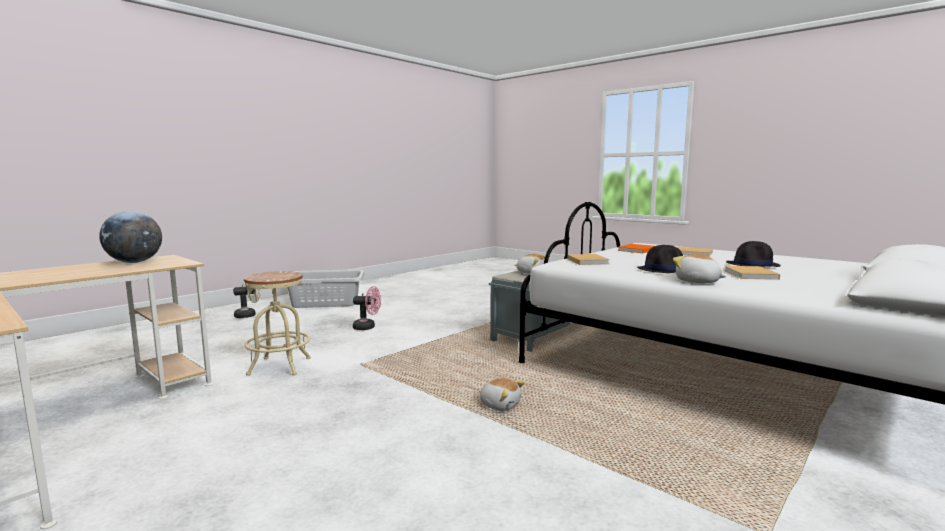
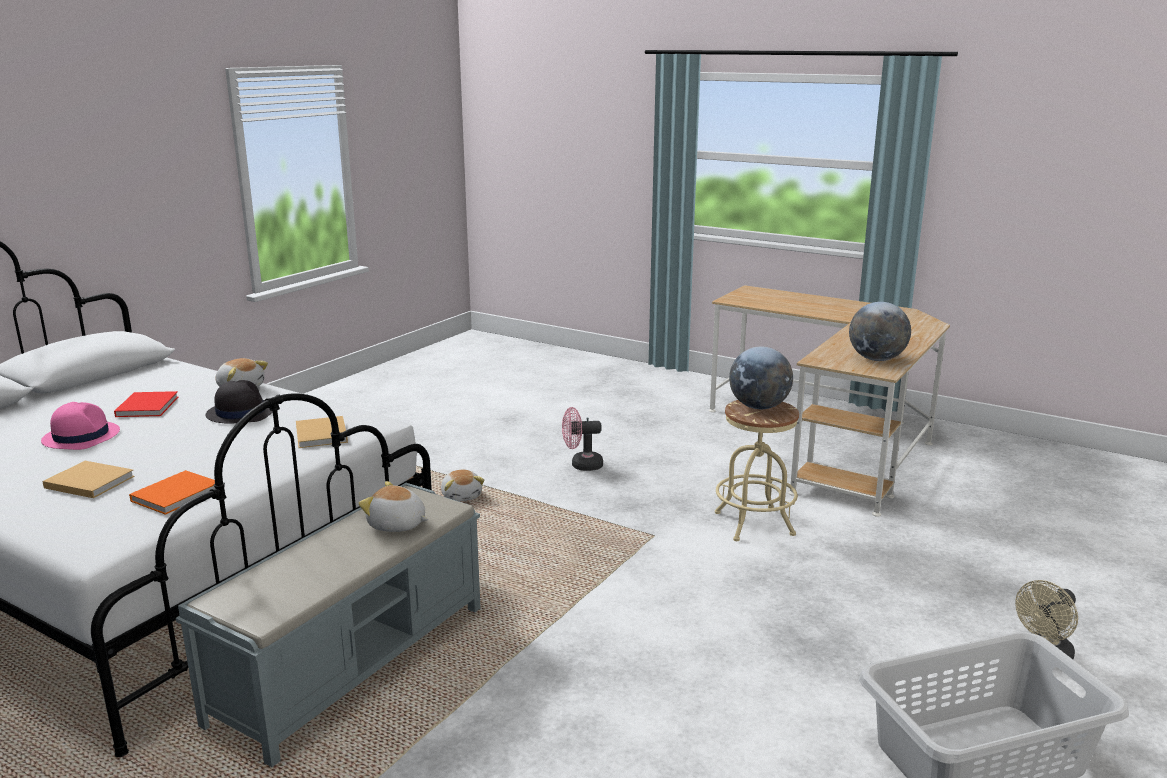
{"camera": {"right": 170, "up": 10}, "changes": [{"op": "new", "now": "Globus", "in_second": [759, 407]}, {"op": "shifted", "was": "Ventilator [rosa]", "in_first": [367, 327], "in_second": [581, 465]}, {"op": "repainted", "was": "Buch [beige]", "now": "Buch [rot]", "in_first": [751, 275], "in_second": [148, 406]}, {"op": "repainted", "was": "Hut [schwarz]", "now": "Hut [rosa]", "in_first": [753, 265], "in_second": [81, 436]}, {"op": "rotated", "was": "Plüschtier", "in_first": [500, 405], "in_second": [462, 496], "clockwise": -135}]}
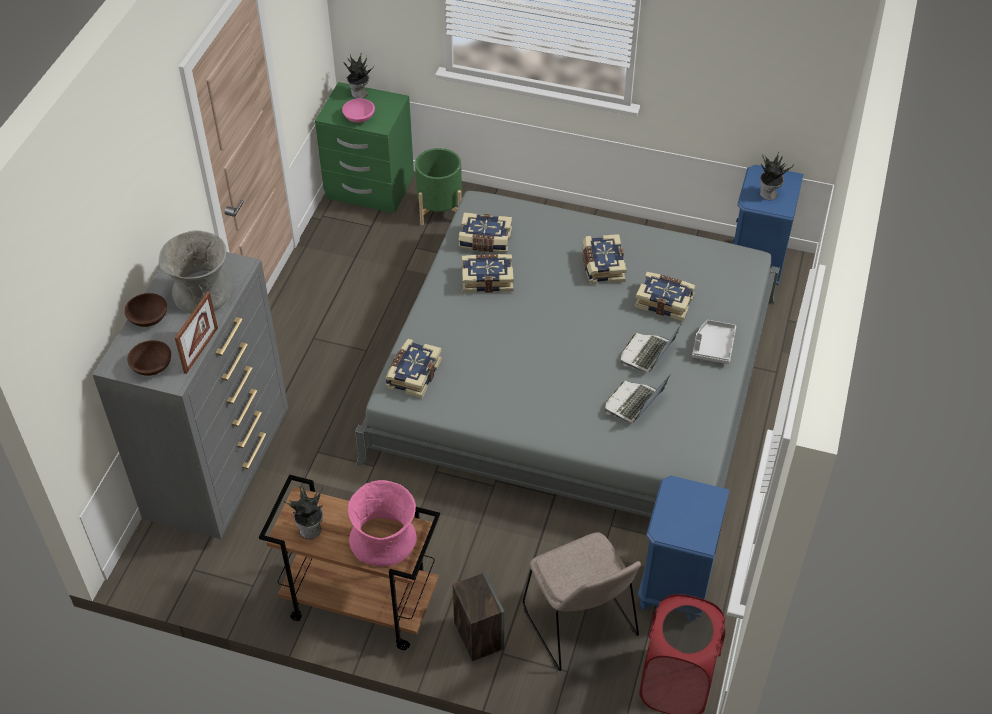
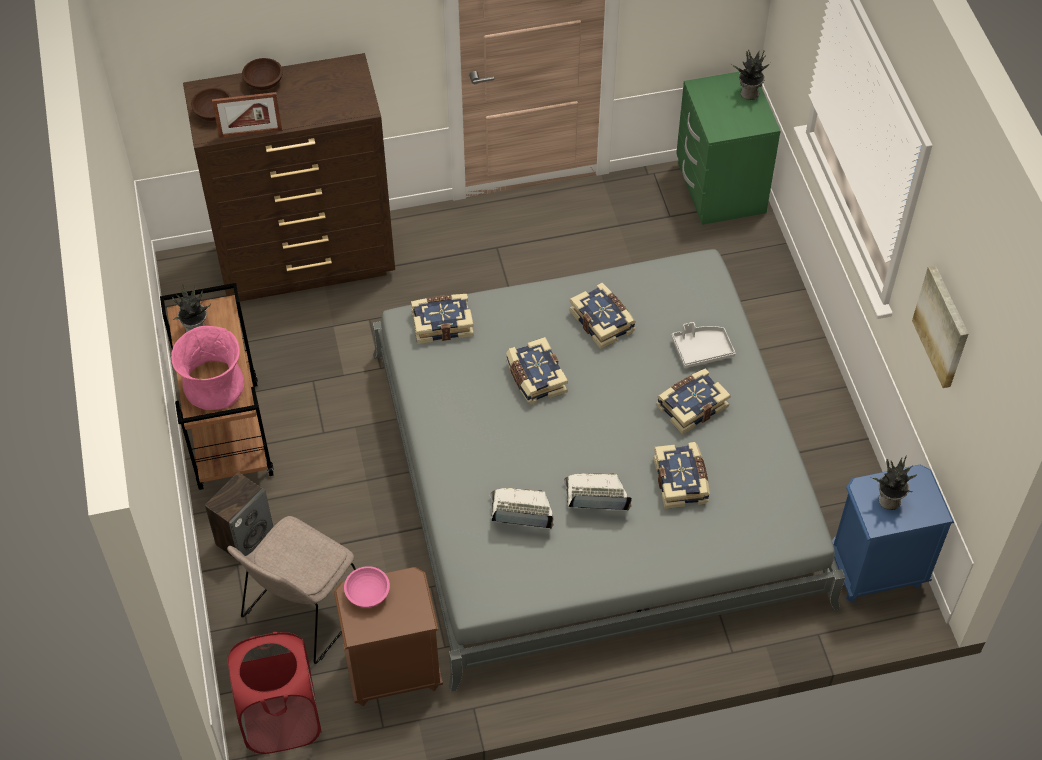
{"camera": {"right": 60, "up": 5}, "changes": [{"op": "gone", "was": "Vase [grau]", "in_first": [201, 293]}, {"op": "gone", "was": "Pflanzkübel [grün]", "in_first": [440, 210]}, {"op": "new", "now": "Bild", "in_second": [943, 326]}, {"op": "shifted", "was": "Schüssel [rosa]", "in_first": [358, 117], "in_second": [367, 593]}, {"op": "shifted", "was": "Buch", "in_first": [485, 241], "in_second": [535, 378]}, {"op": "shifted", "was": "Tablett [grau]", "in_first": [713, 346], "in_second": [702, 350]}, {"op": "repainted", "was": "Kommode [grau]", "now": "Kommode [braun]", "in_first": [221, 468], "in_second": [308, 263]}, {"op": "repainted", "was": "Nachttisch [blau]", "now": "Nachttisch [braun]", "in_first": [675, 585], "in_second": [393, 672]}]}
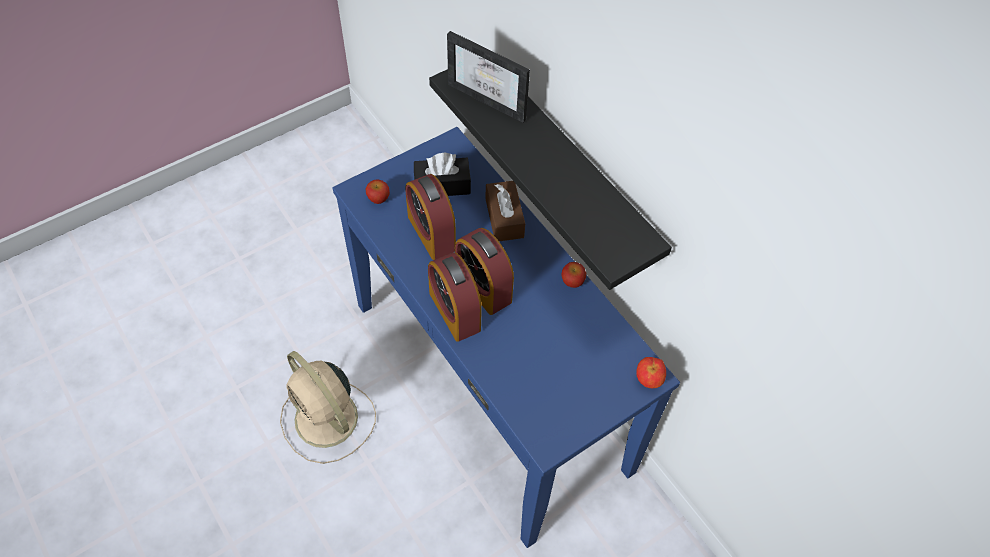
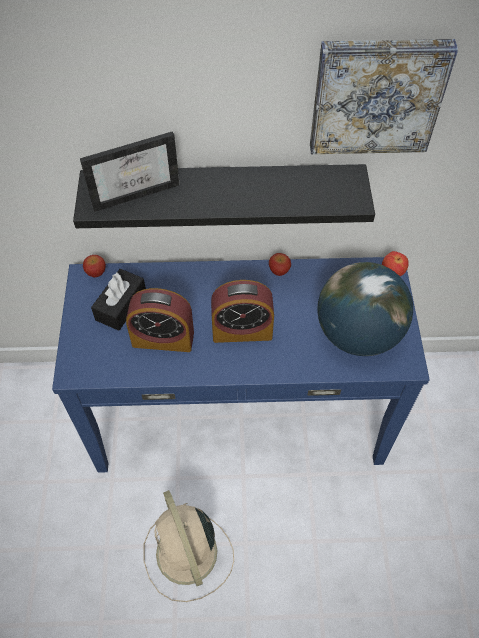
{"camera": {"right": -55, "up": 0}, "changes": [{"op": "gone", "was": "Wecker", "in_first": [454, 311]}, {"op": "gone", "was": "Taschentuchbox [braun]", "in_first": [504, 218]}, {"op": "new", "now": "Bild", "in_second": [376, 95]}, {"op": "new", "now": "Globus", "in_second": [358, 334]}, {"op": "shifted", "was": "Apfel", "in_first": [378, 199], "in_second": [96, 272]}, {"op": "rotated", "was": "Ventilator [beige]", "in_first": [328, 420], "in_second": [187, 555], "clockwise": 75}]}
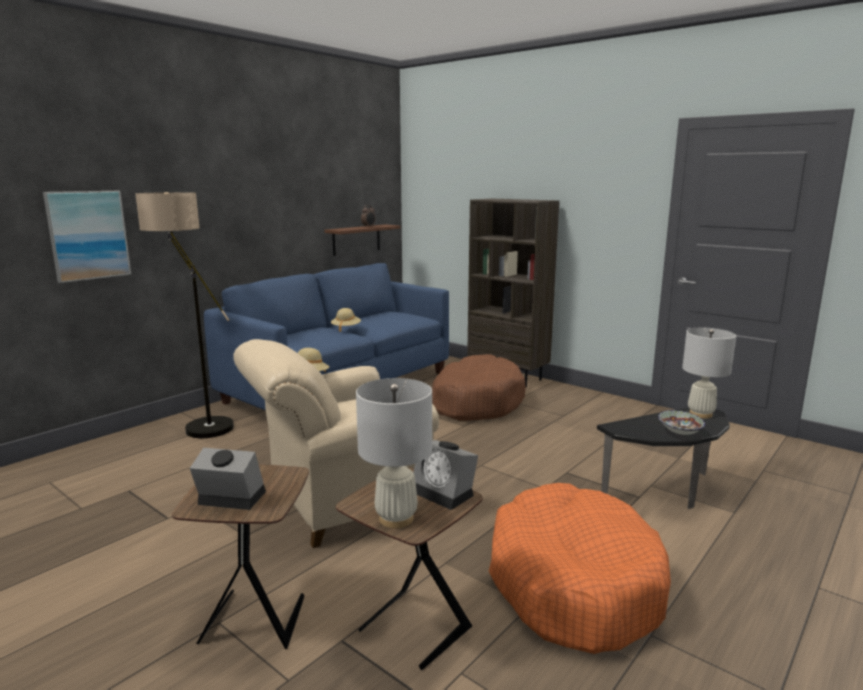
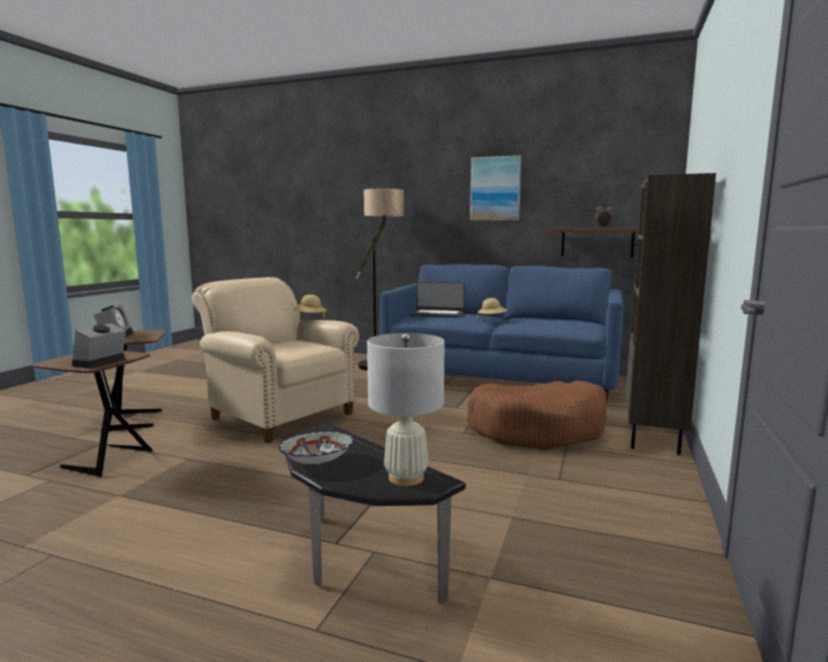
{"camera": {"right": 70, "up": -5}, "changes": [{"op": "gone", "was": "Tischlampe [weiß]", "in_first": [396, 518]}, {"op": "gone", "was": "Hundebett [orange]", "in_first": [573, 583]}, {"op": "new", "now": "Laptop", "in_second": [437, 314]}, {"op": "shifted", "was": "Bild", "in_first": [88, 235], "in_second": [495, 188]}]}
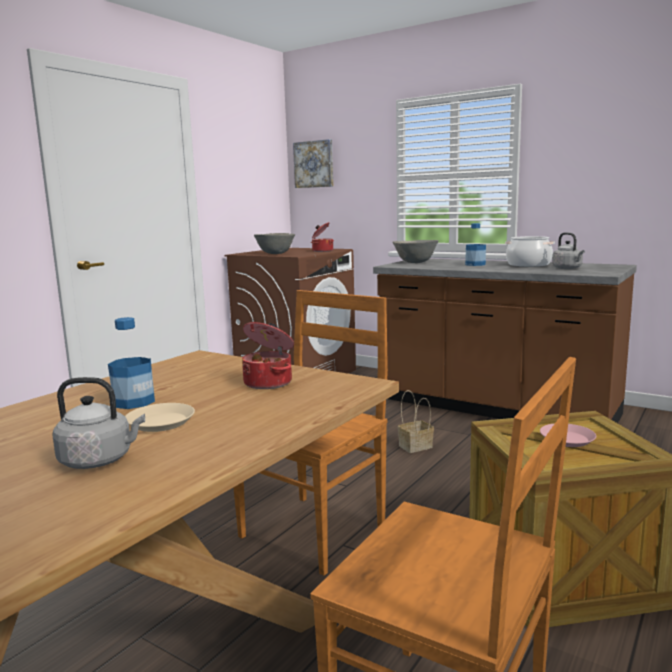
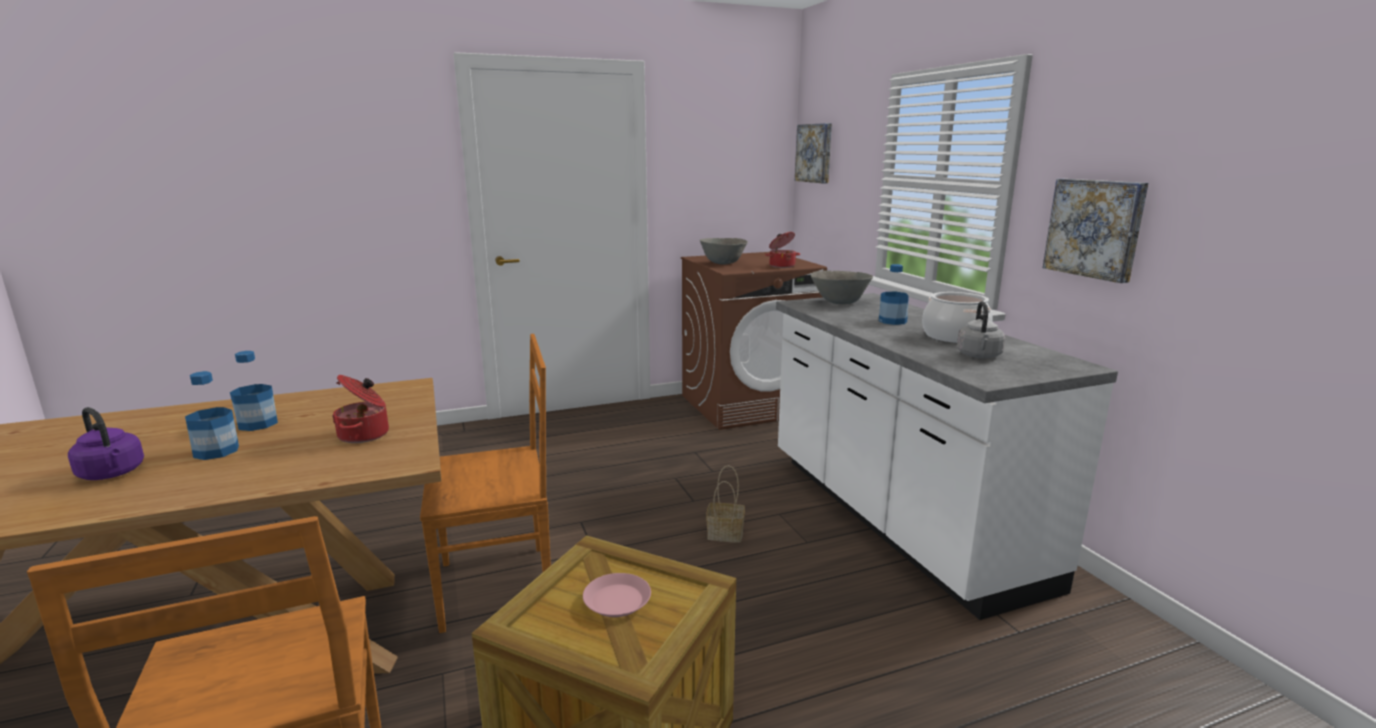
{"camera": {"right": 35, "up": 5}, "changes": [{"op": "new", "now": "Bild", "in_second": [1095, 228]}, {"op": "swapped", "was": "Teller [beige]", "now": "Flasche", "in_first": [160, 422], "in_second": [216, 451]}, {"op": "repainted", "was": "Wasserkessel [grau]", "now": "Wasserkessel [lila]", "in_first": [100, 460], "in_second": [113, 474]}, {"op": "repainted", "was": "Küchenzeile [braun]", "now": "Küchenzeile [weiß]", "in_first": [495, 408], "in_second": [896, 519]}]}
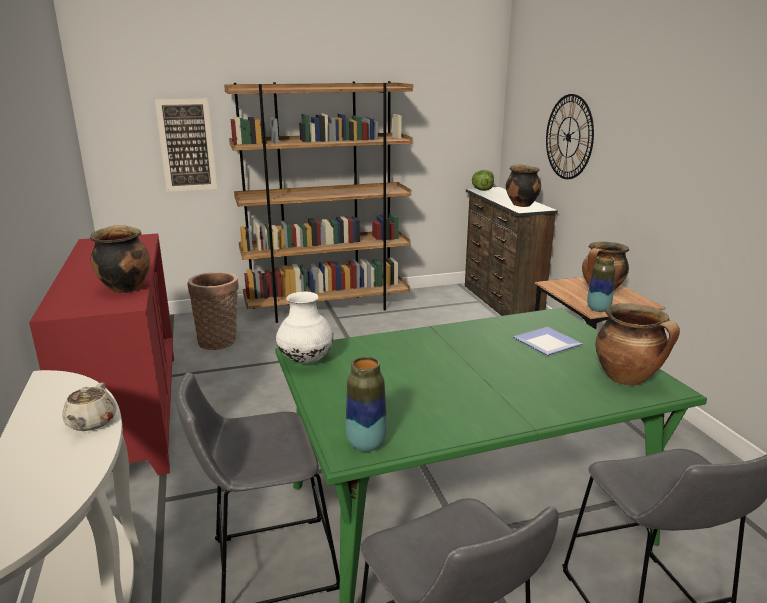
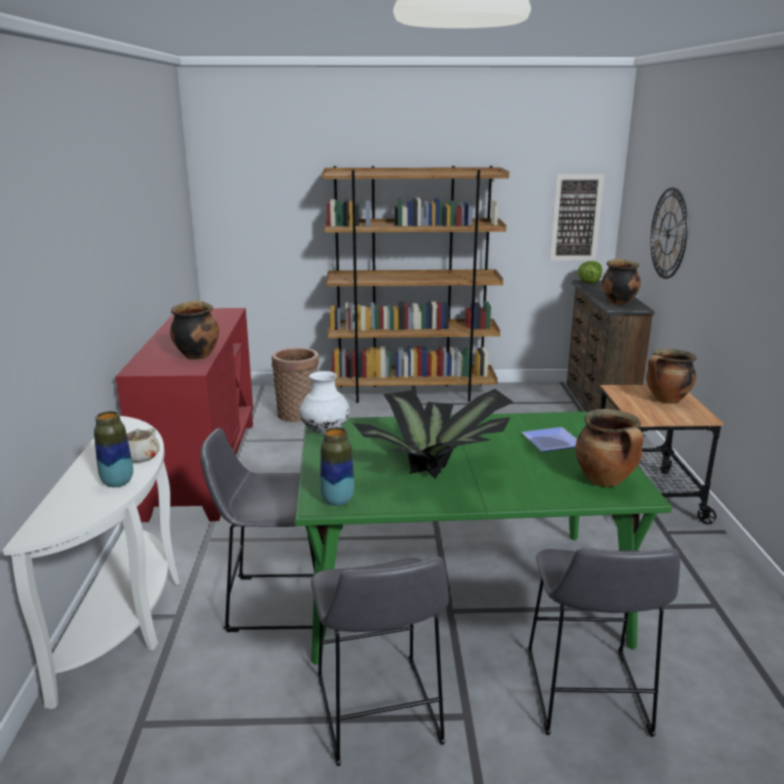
{"camera": {"right": 15, "up": 0}, "changes": [{"op": "new", "now": "Topfpflanze", "in_second": [437, 472]}, {"op": "shifted", "was": "Bild", "in_first": [187, 145], "in_second": [576, 218]}, {"op": "shifted", "was": "Vase", "in_first": [598, 309], "in_second": [117, 482]}]}
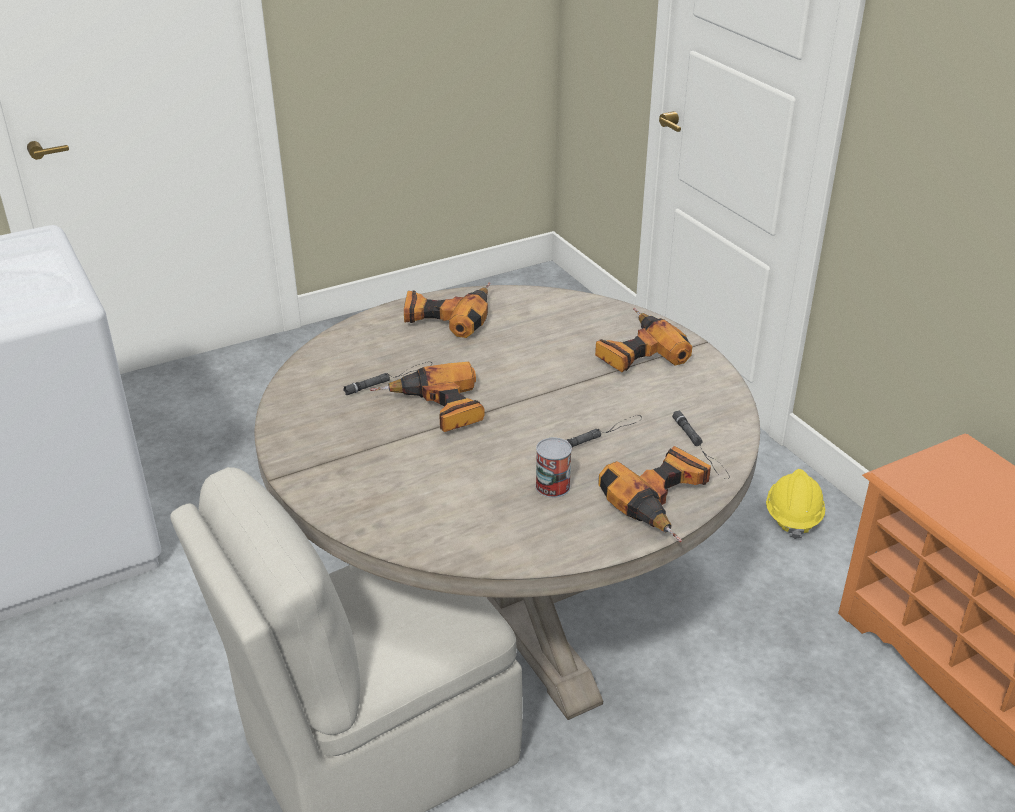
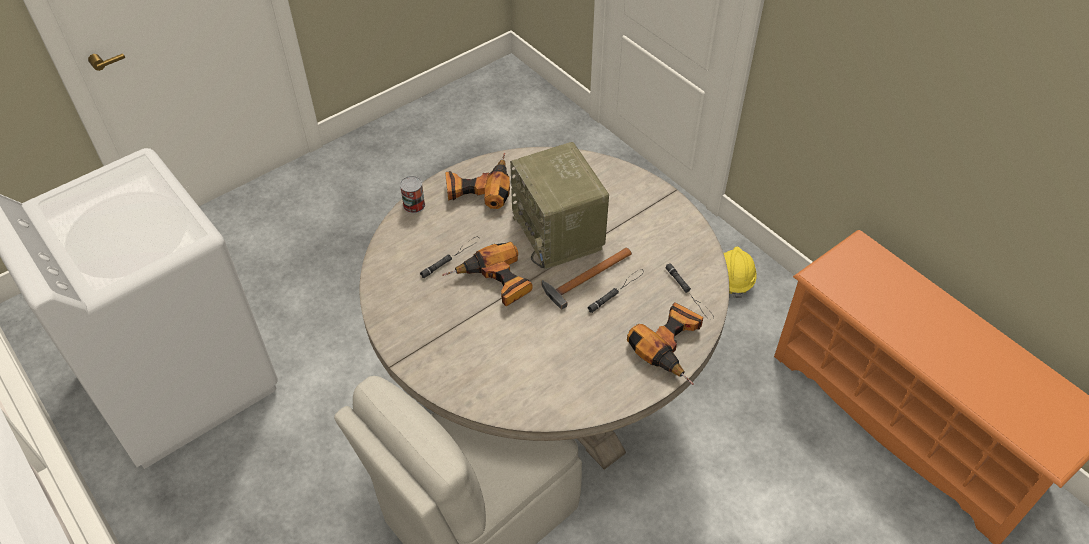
{"camera": {"right": -10, "up": 15}, "changes": [{"op": "gone", "was": "Bohrmaschine", "in_first": [635, 352]}, {"op": "new", "now": "Radio", "in_second": [559, 233]}, {"op": "new", "now": "Hammer", "in_second": [585, 278]}, {"op": "shifted", "was": "Dose", "in_first": [552, 486], "in_second": [414, 205]}]}
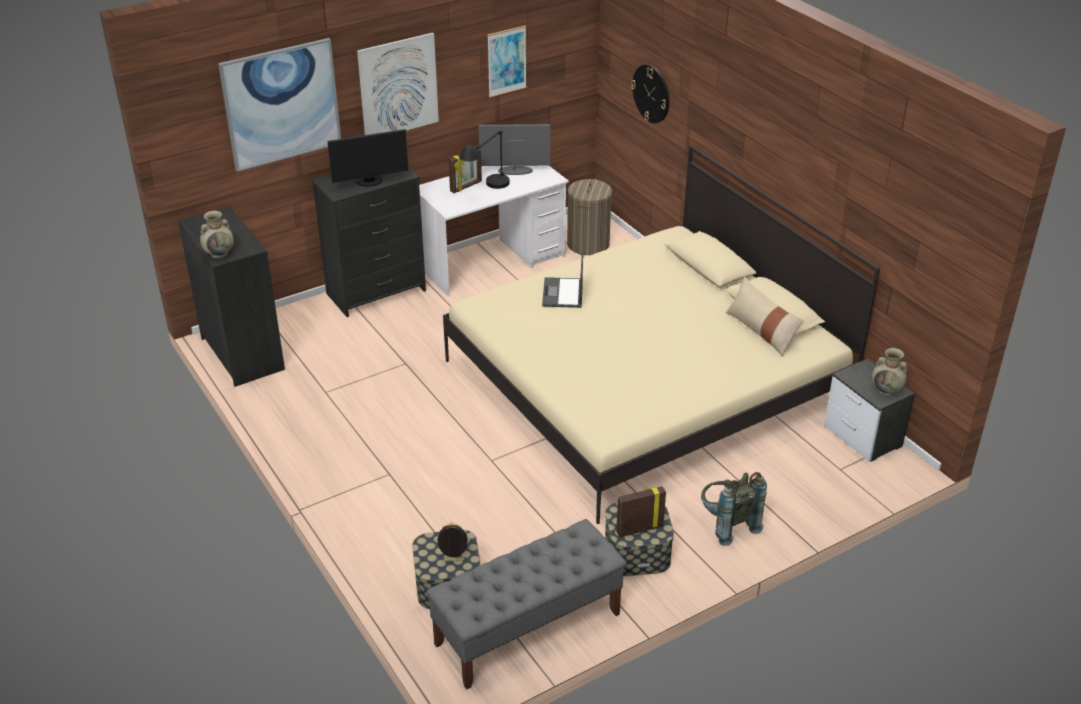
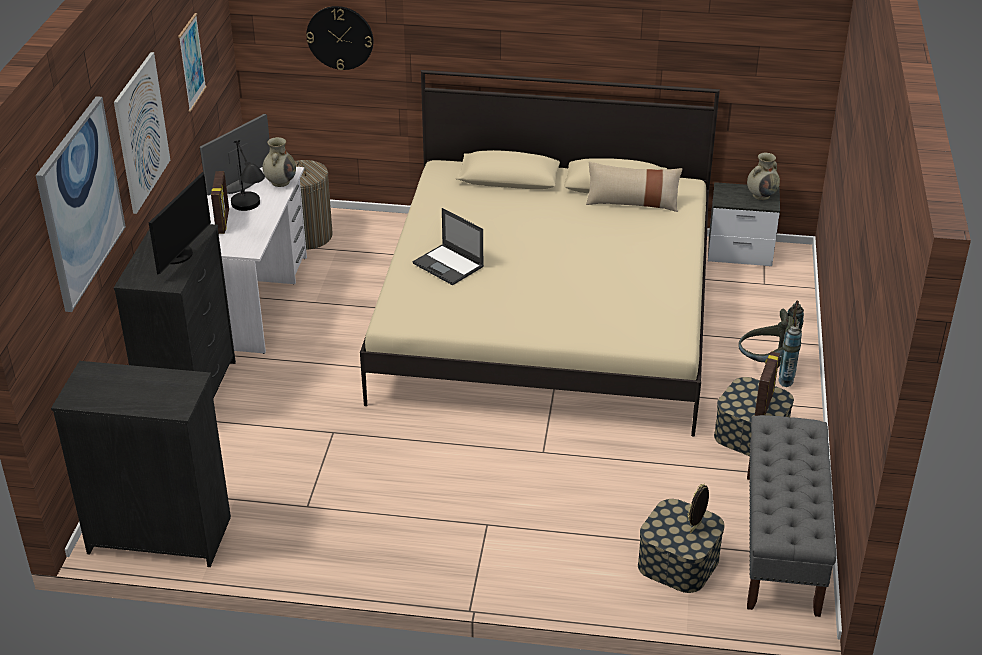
{"camera": {"right": -50, "up": 0}, "changes": [{"op": "shifted", "was": "Vase [beige]", "in_first": [219, 253], "in_second": [280, 182]}]}
